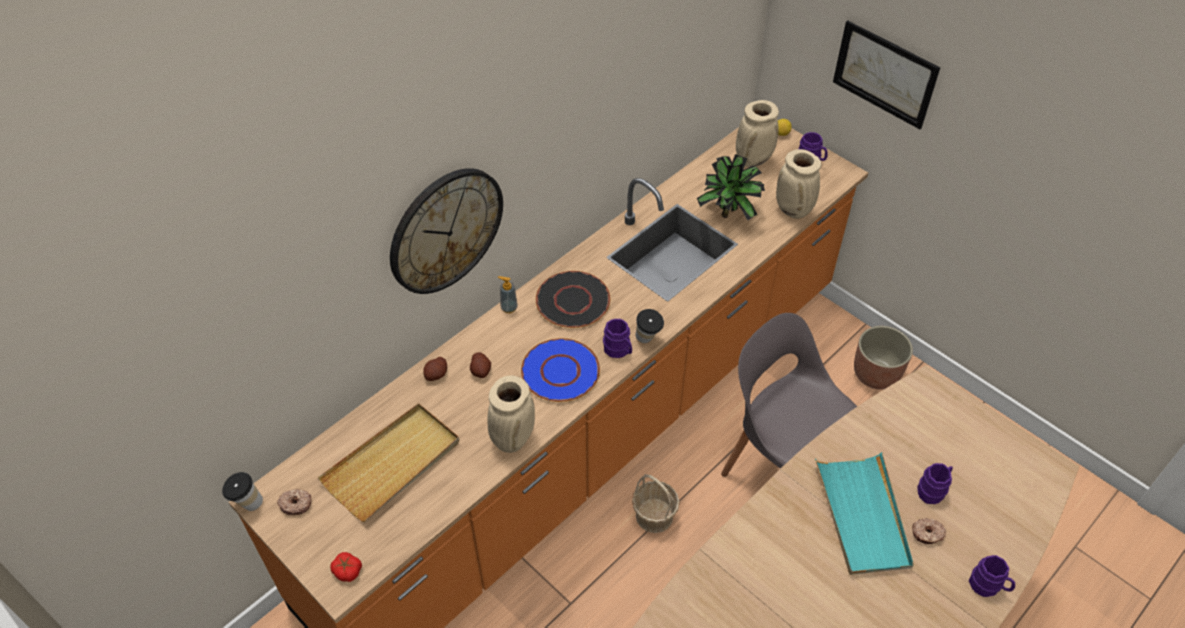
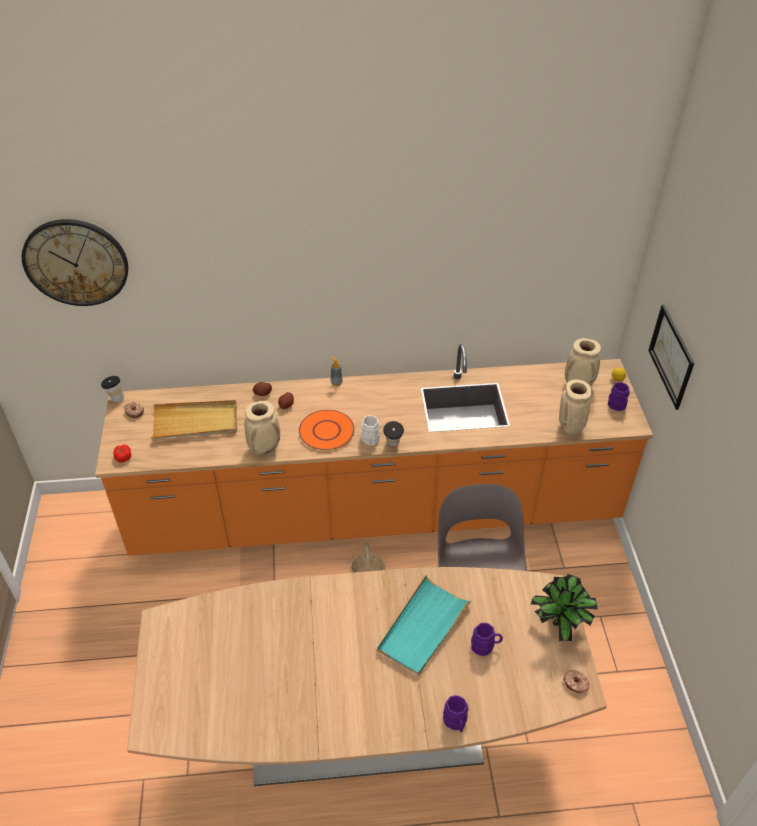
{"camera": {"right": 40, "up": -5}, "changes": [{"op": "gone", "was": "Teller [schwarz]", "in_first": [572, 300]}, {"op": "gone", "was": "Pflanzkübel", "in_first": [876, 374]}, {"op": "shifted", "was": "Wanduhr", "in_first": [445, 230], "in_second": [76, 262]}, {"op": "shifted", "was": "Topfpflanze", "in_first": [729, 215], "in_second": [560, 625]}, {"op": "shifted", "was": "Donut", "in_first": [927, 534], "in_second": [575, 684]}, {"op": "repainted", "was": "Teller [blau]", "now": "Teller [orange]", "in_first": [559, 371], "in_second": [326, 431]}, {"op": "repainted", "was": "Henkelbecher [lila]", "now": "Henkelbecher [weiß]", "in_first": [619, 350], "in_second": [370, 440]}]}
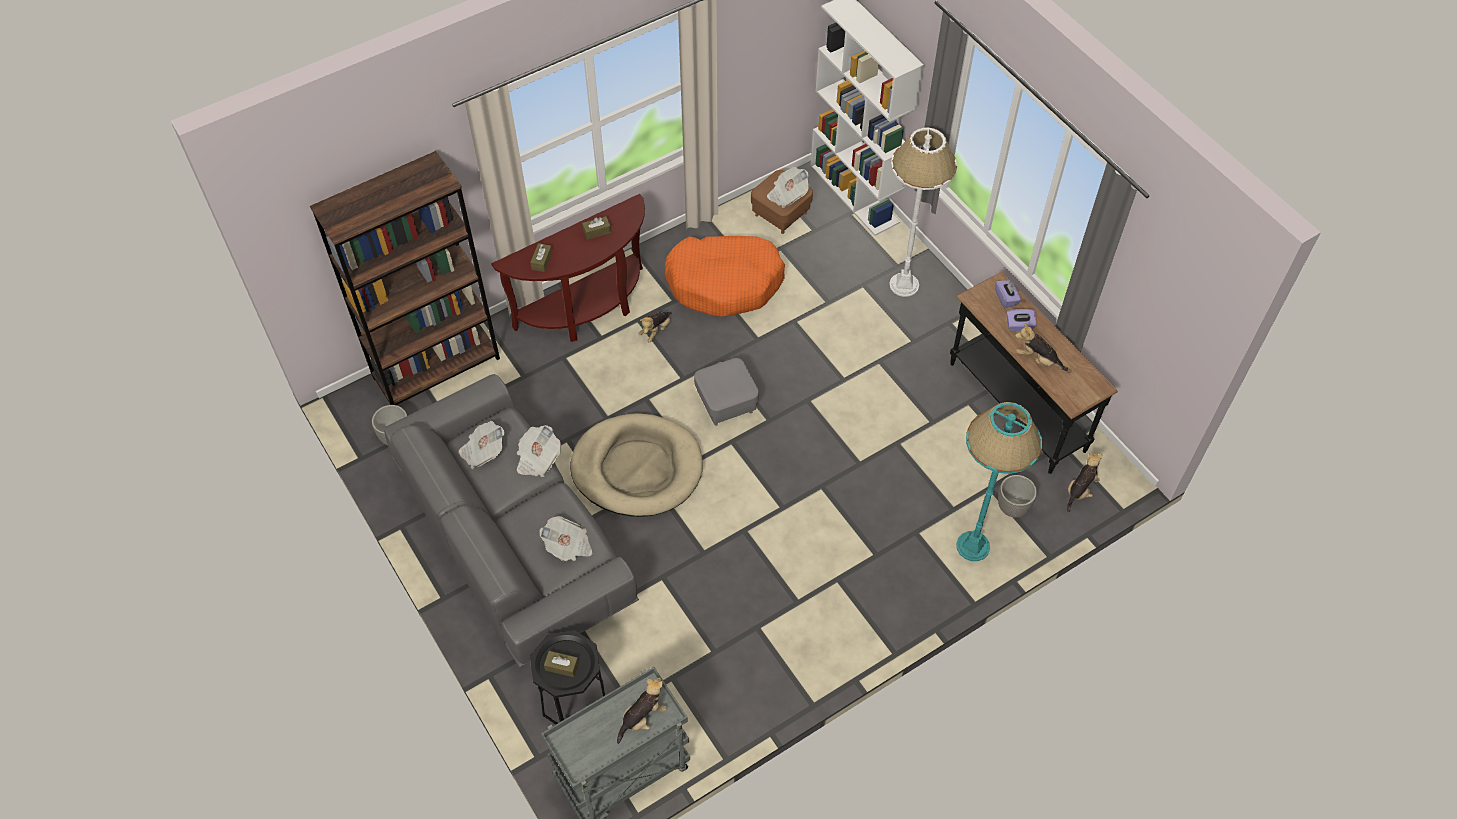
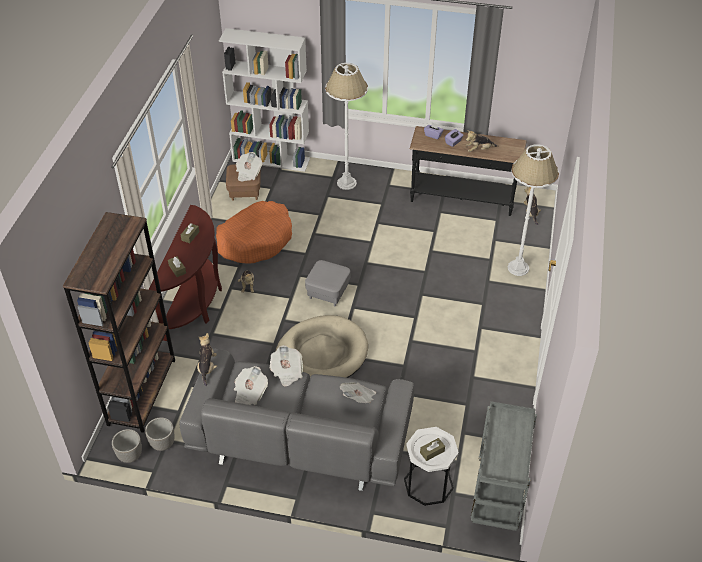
{"camera": {"right": -45, "up": -10}, "changes": [{"op": "shifted", "was": "Plüschtier", "in_first": [643, 717], "in_second": [207, 367]}, {"op": "shifted", "was": "Pflanzkübel", "in_first": [1012, 508], "in_second": [130, 456]}, {"op": "repainted", "was": "Beistelltisch [schwarz]", "now": "Beistelltisch [weiß]", "in_first": [573, 698], "in_second": [428, 484]}, {"op": "repainted", "was": "Stehlampe [türkis]", "now": "Stehlampe [weiß]", "in_first": [972, 546], "in_second": [518, 268]}]}
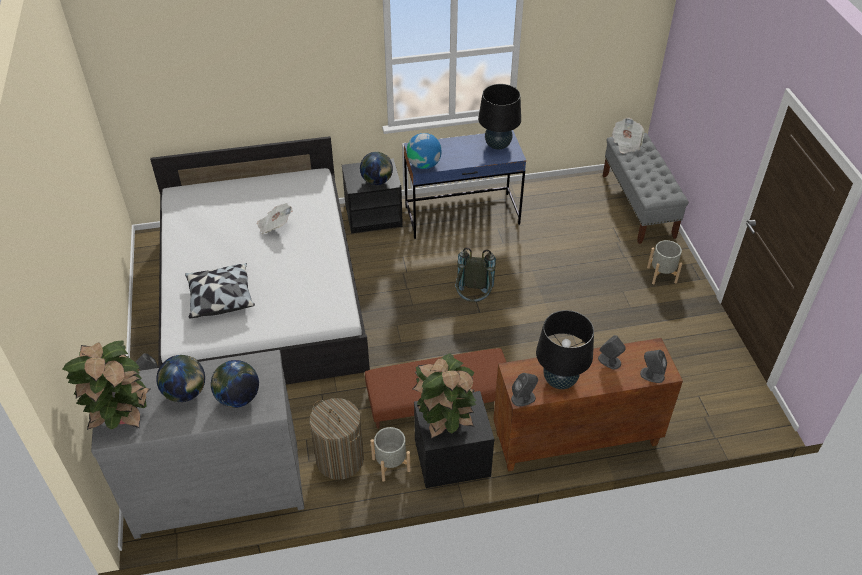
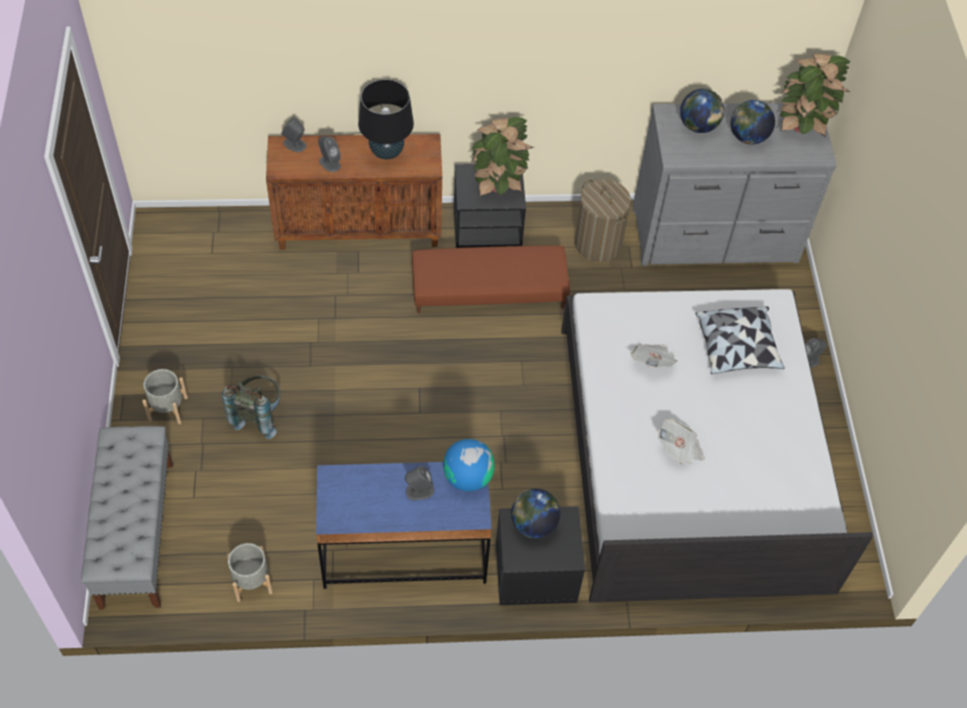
{"camera": {"right": -175, "up": 10}, "changes": [{"op": "gone", "was": "Tischlampe [schwarz]", "in_first": [498, 145]}, {"op": "shifted", "was": "Pflanzkübel [grau]", "in_first": [391, 464], "in_second": [251, 582]}, {"op": "shifted", "was": "Rucksack [grau]", "in_first": [473, 299], "in_second": [258, 415]}, {"op": "shifted", "was": "Lautsprecher [grau]", "in_first": [523, 398], "in_second": [419, 491]}, {"op": "shifted", "was": "Zeitung", "in_first": [626, 143], "in_second": [652, 362]}]}
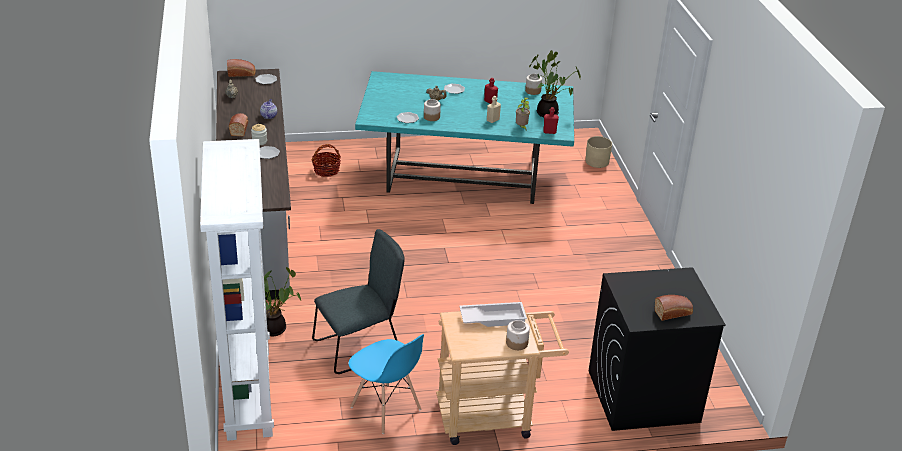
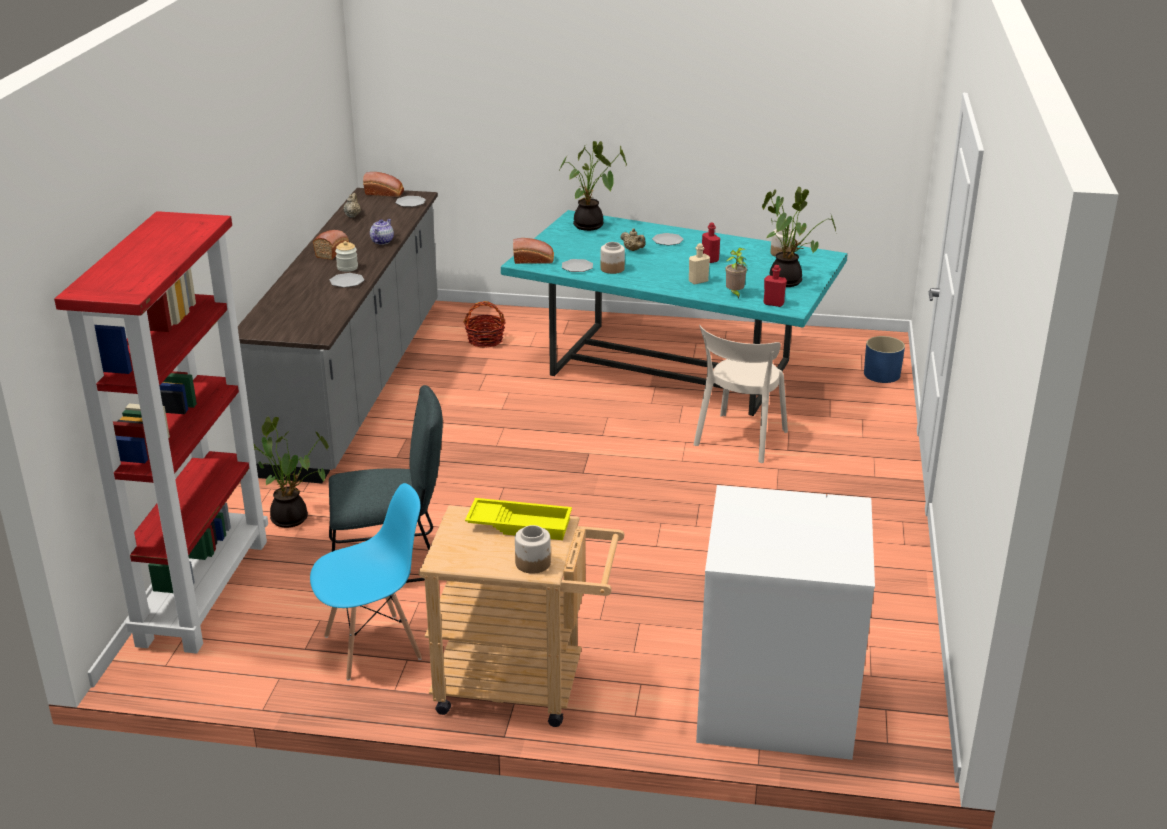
{"camera": {"right": 20, "up": -5}, "changes": [{"op": "new", "now": "Topfpflanze", "in_second": [590, 226]}, {"op": "new", "now": "Stuhl [beige]", "in_second": [739, 440]}, {"op": "shifted", "was": "Brot", "in_first": [673, 313], "in_second": [534, 260]}, {"op": "repainted", "was": "Bücherregal [weiß]", "now": "Bücherregal [rot]", "in_first": [247, 391], "in_second": [203, 590]}, {"op": "repainted", "was": "Tablett [weiß]", "now": "Tablett [gelb]", "in_first": [493, 318], "in_second": [520, 524]}, {"op": "repainted", "was": "Pflanzkübel [beige]", "now": "Pflanzkübel [blau]", "in_first": [597, 161], "in_second": [882, 374]}, {"op": "repainted", "was": "Waschmaschine [schwarz]", "now": "Waschmaschine [weiß]", "in_first": [642, 396], "in_second": [774, 702]}, {"op": "rotated", "was": "Stuhl [blau]", "in_first": [385, 409], "in_second": [374, 647], "clockwise": -90}]}
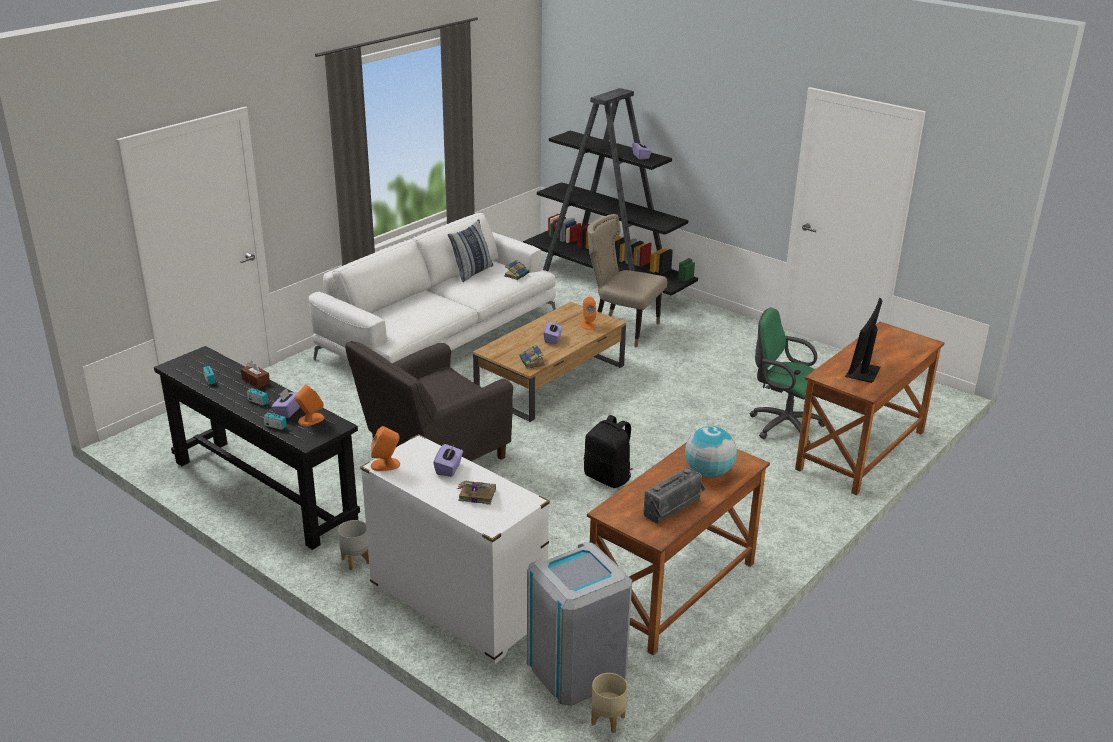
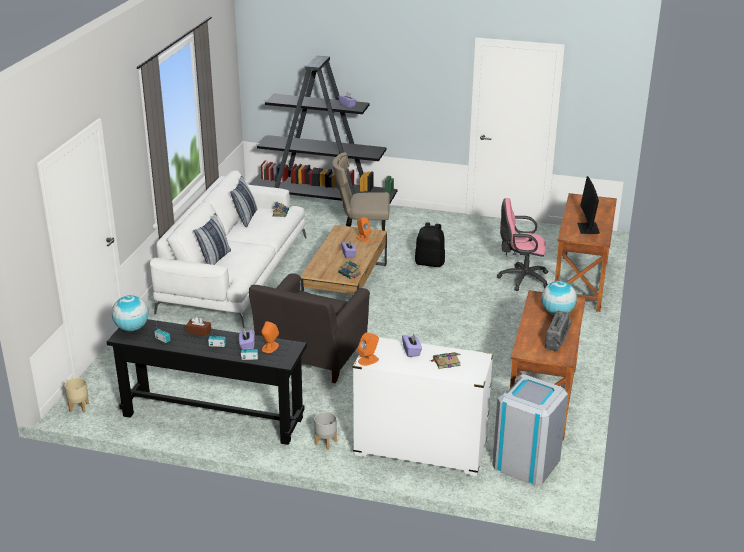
{"camera": {"right": -25, "up": 0}, "changes": [{"op": "new", "now": "Globus", "in_second": [132, 328]}, {"op": "new", "now": "Kissen", "in_second": [214, 259]}, {"op": "shifted", "was": "Rucksack [schwarz]", "in_first": [608, 477], "in_second": [430, 263]}, {"op": "shifted", "was": "Pflanzkübel [beige]", "in_first": [607, 720], "in_second": [78, 407]}, {"op": "repainted", "was": "Bürostuhl [grün]", "now": "Bürostuhl [rosa]", "in_first": [782, 425], "in_second": [521, 279]}]}
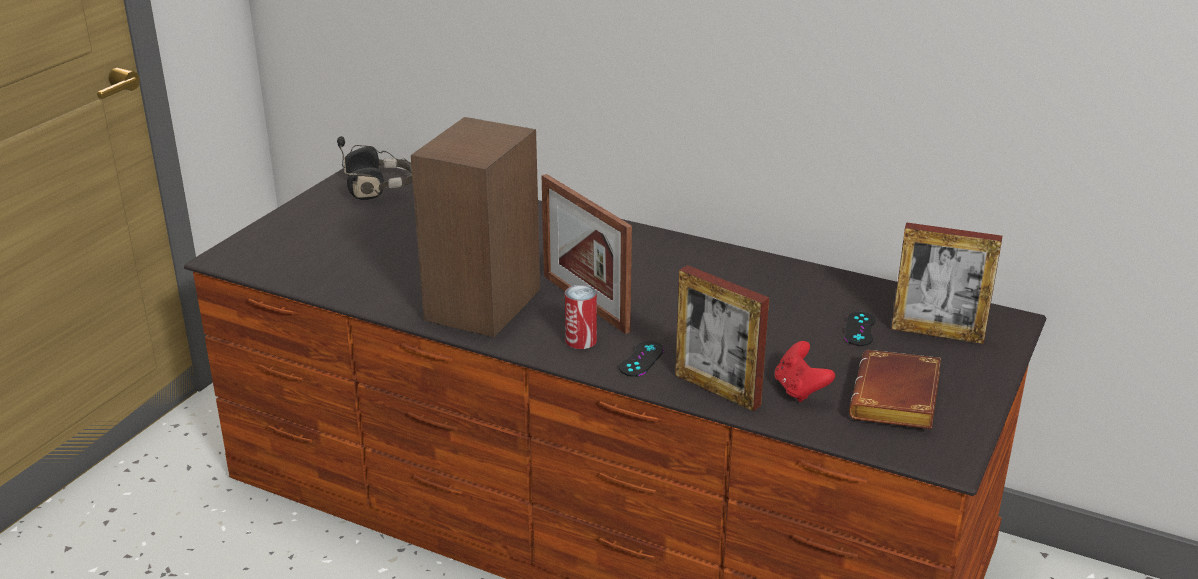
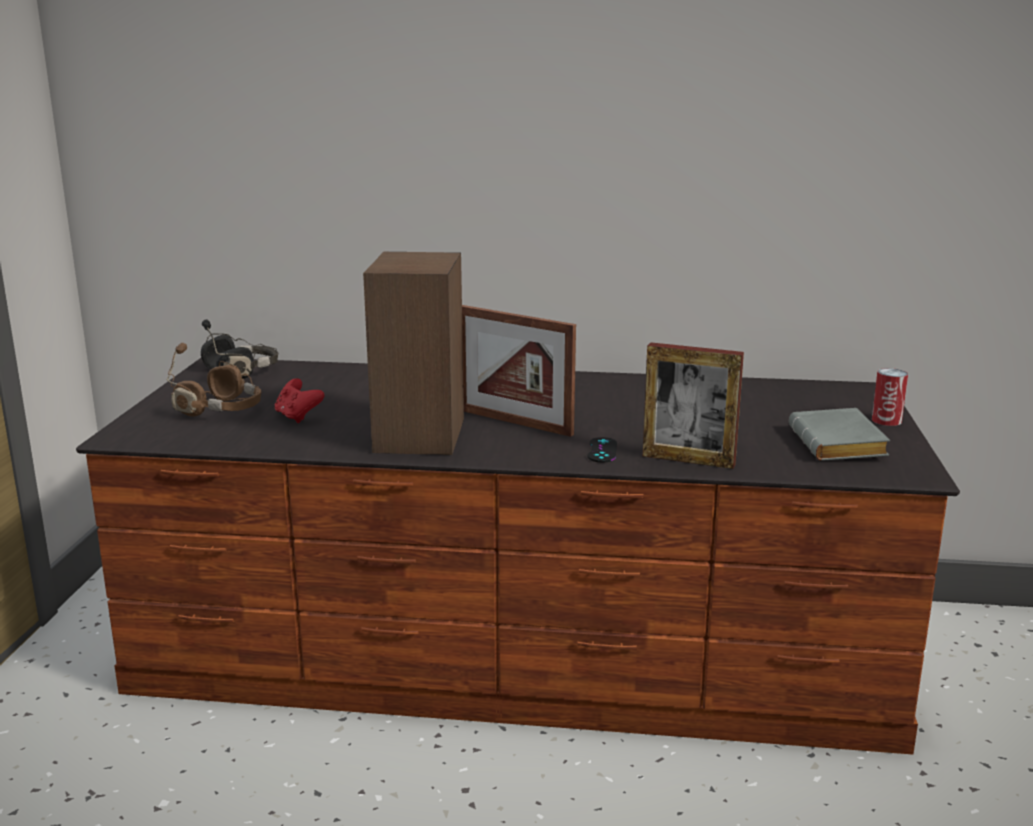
{"camera": {"right": -20, "up": -10}, "changes": [{"op": "gone", "was": "Gamepad [schwarz]", "in_first": [859, 329]}, {"op": "gone", "was": "Bilderrahmen", "in_first": [937, 333]}, {"op": "new", "now": "Kopfhörer [braun]", "in_second": [222, 410]}, {"op": "shifted", "was": "Dose", "in_first": [581, 340], "in_second": [886, 420]}, {"op": "shifted", "was": "Gamepad [rot]", "in_first": [800, 390], "in_second": [298, 417]}, {"op": "repainted", "was": "Buch [braun]", "now": "Buch [grau]", "in_first": [898, 401], "in_second": [840, 445]}]}
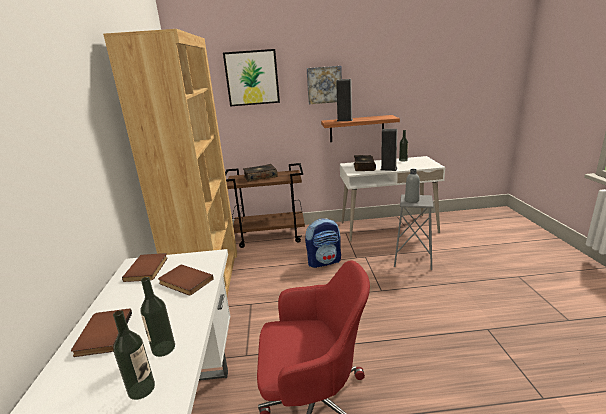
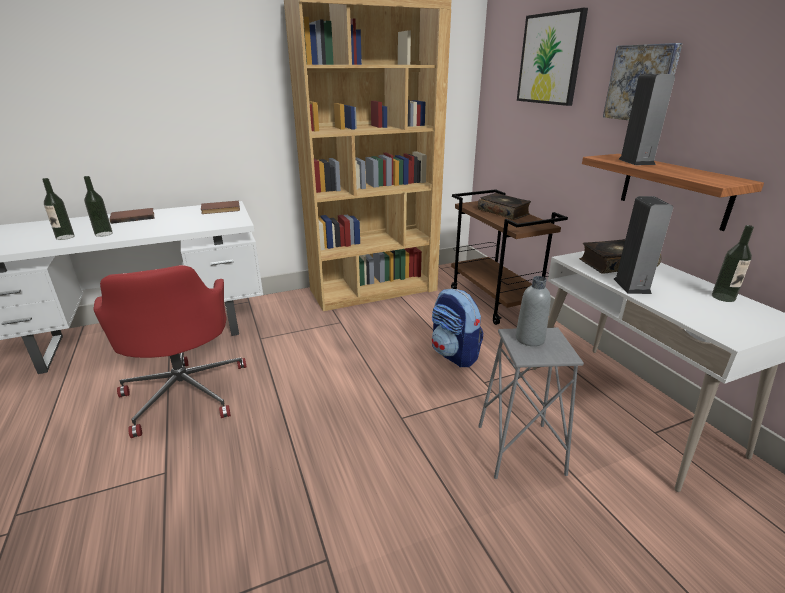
{"camera": {"right": 70, "up": 5}, "changes": [{"op": "gone", "was": "Buch [braun]", "in_first": [184, 282]}]}
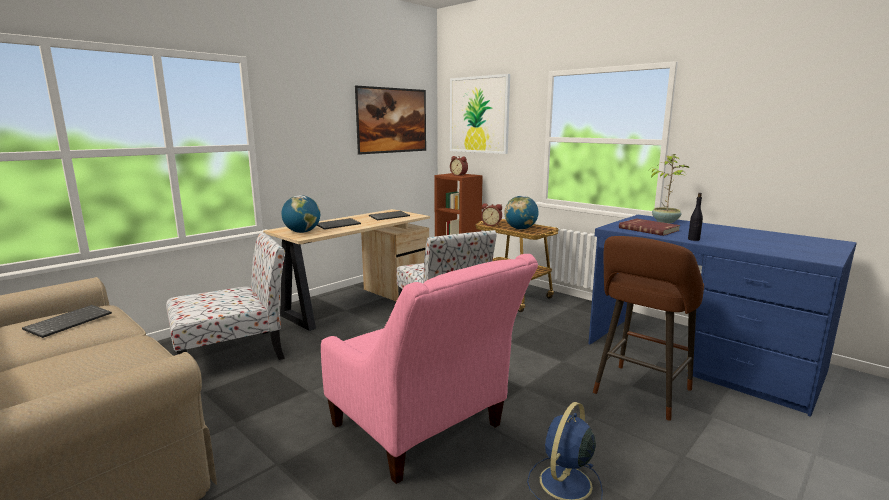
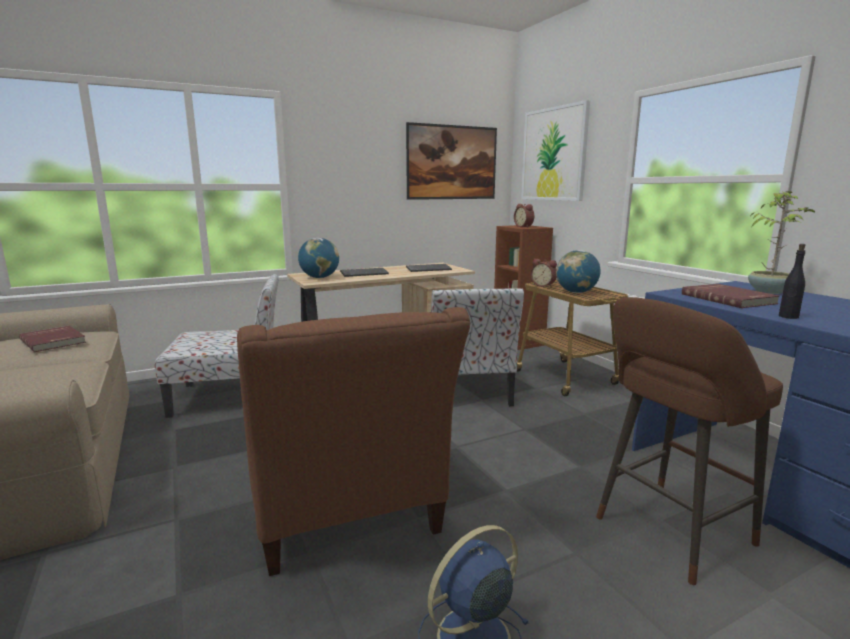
{"camera": {"right": 20, "up": 0}, "changes": [{"op": "swapped", "was": "Tastatur", "now": "Buch [rot]", "in_first": [69, 322], "in_second": [54, 341]}, {"op": "repainted", "was": "Sessel [rosa]", "now": "Sessel [braun]", "in_first": [424, 431], "in_second": [347, 519]}]}
